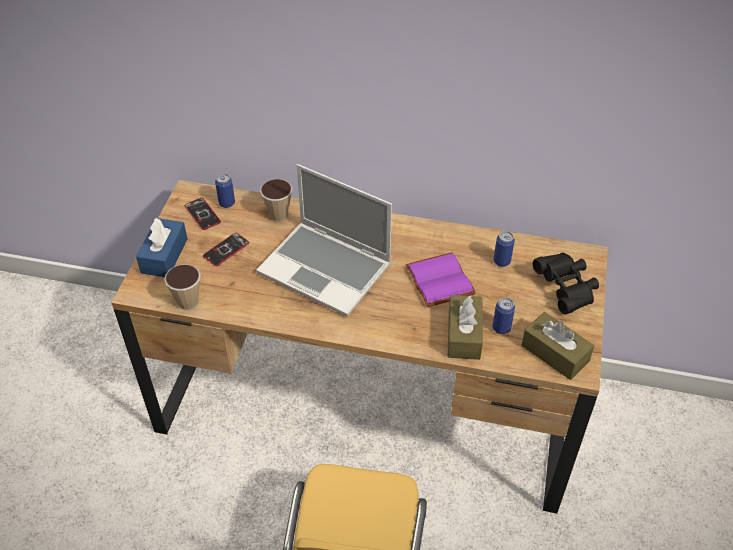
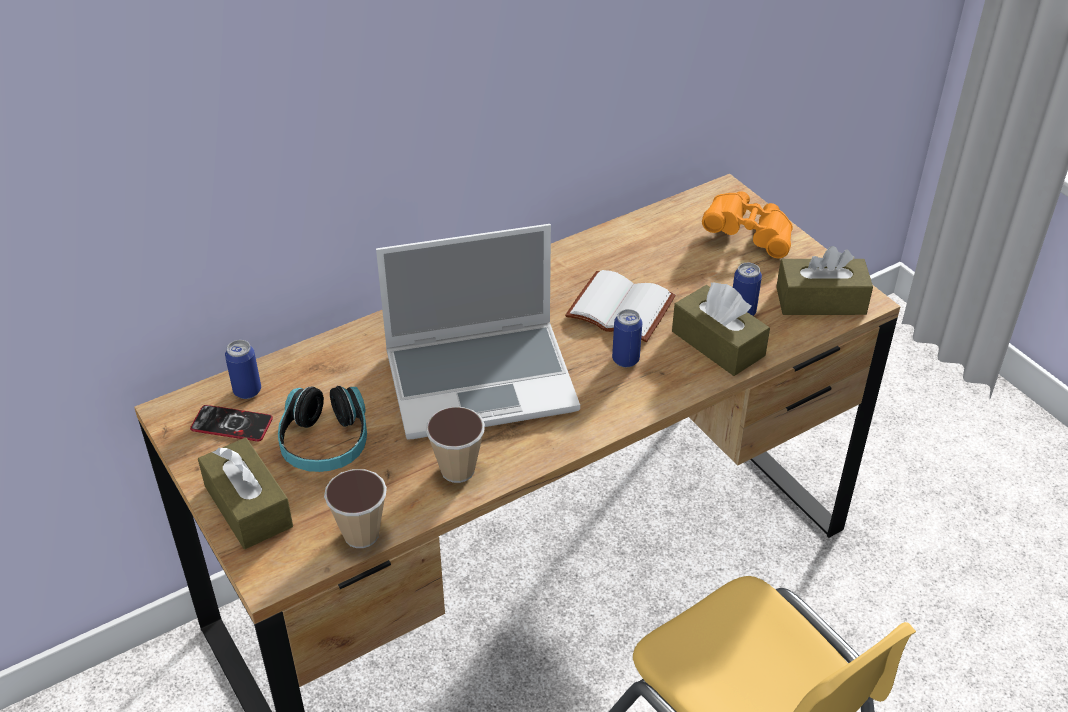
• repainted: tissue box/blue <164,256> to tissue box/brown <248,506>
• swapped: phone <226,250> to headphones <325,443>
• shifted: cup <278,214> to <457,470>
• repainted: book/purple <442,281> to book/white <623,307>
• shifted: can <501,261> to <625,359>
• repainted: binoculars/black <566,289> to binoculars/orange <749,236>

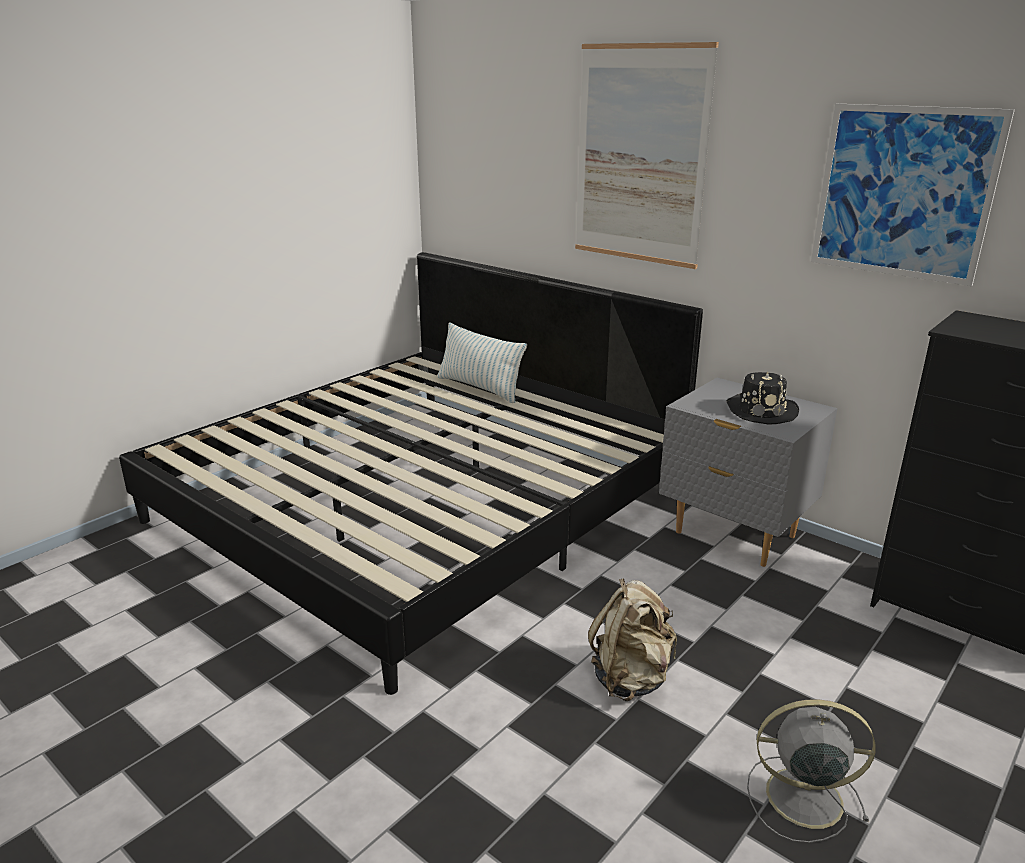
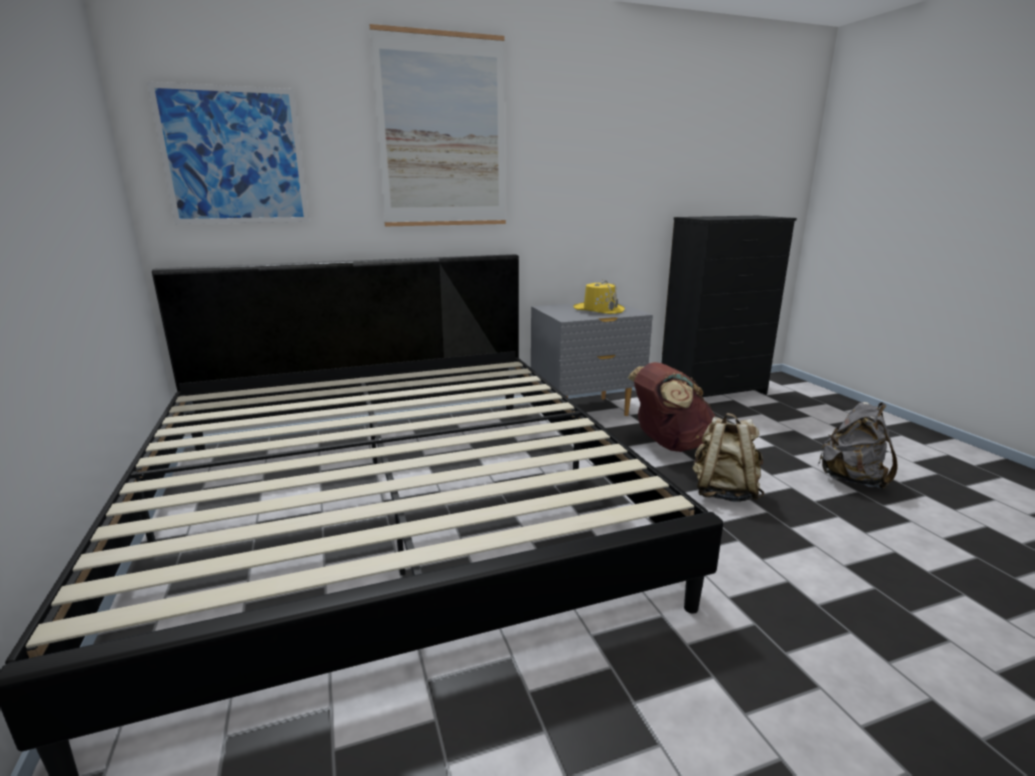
• gone: pillow <480,388>
• repainted: hat/black <761,410> to hat/yellow <598,310>
• swapped: fan/grey <800,797> to backpack/grey <852,479>
• shifted: picture <903,193> to <234,156>
• new: backpack/brown <668,445>

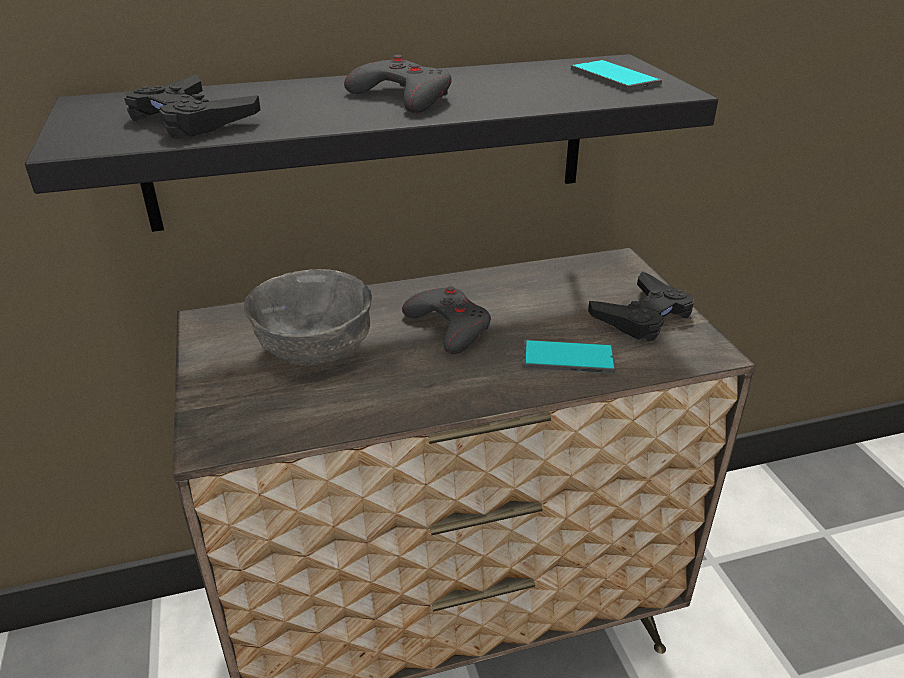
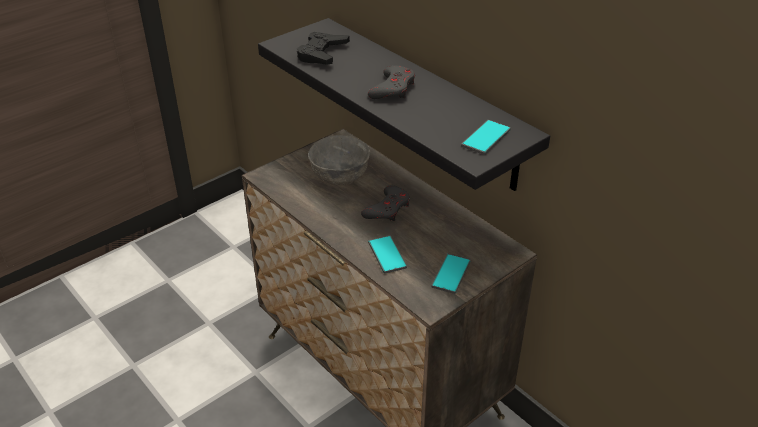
• swapped: game controller/black <643,315> to phone <451,274>

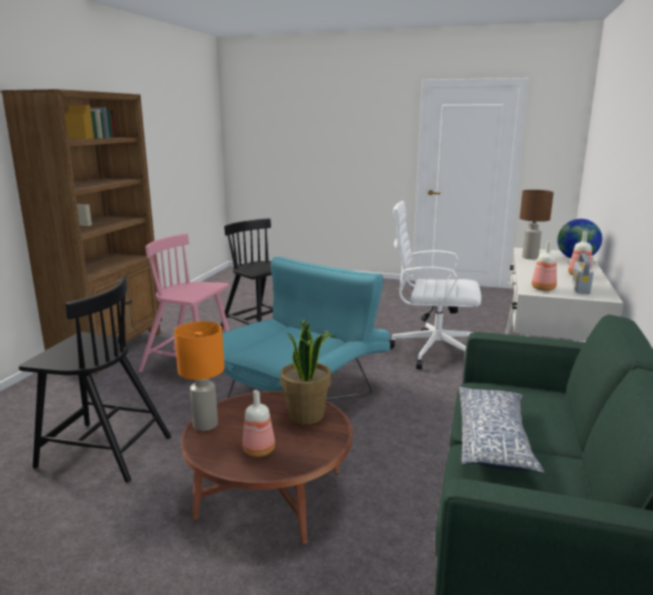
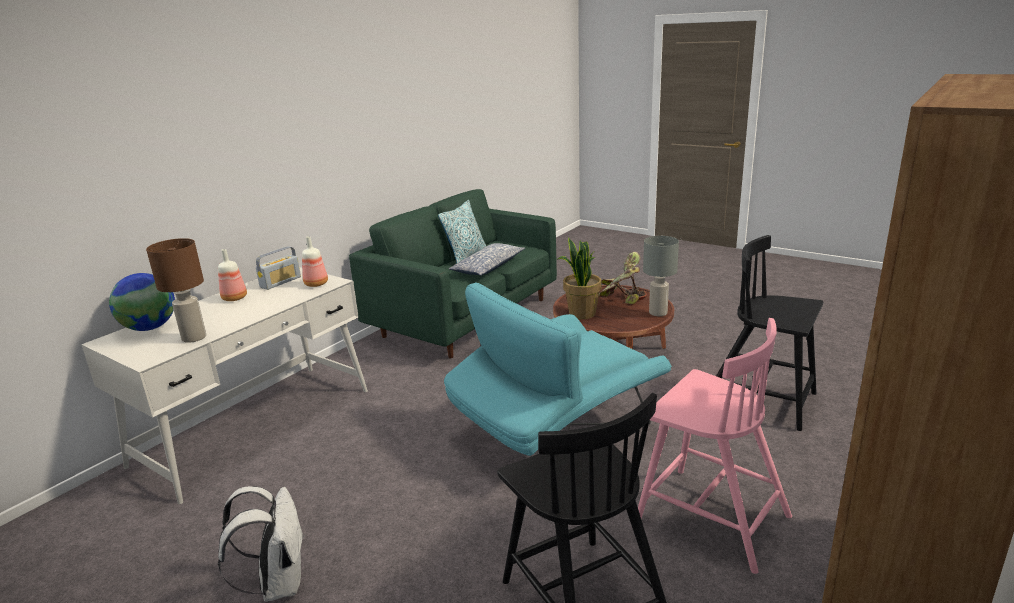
• repainted: table lamp/orange <204,425> to table lamp/grey <658,313>
• swapped: bottle <258,450> to potted plant <620,299>
• gone: office chair/white <432,351>
• new: backpack/white <278,583>
• new: pillow <465,256>

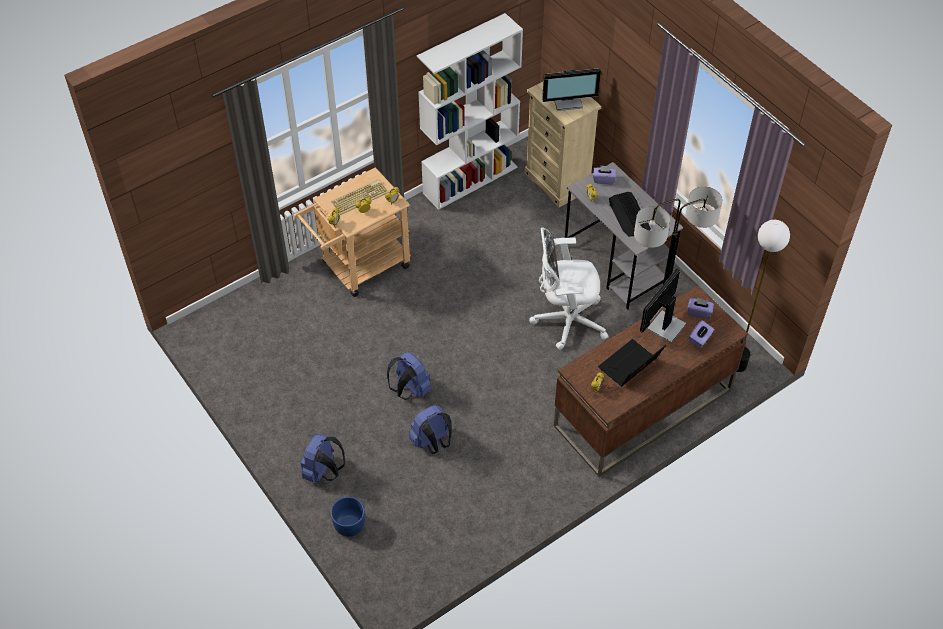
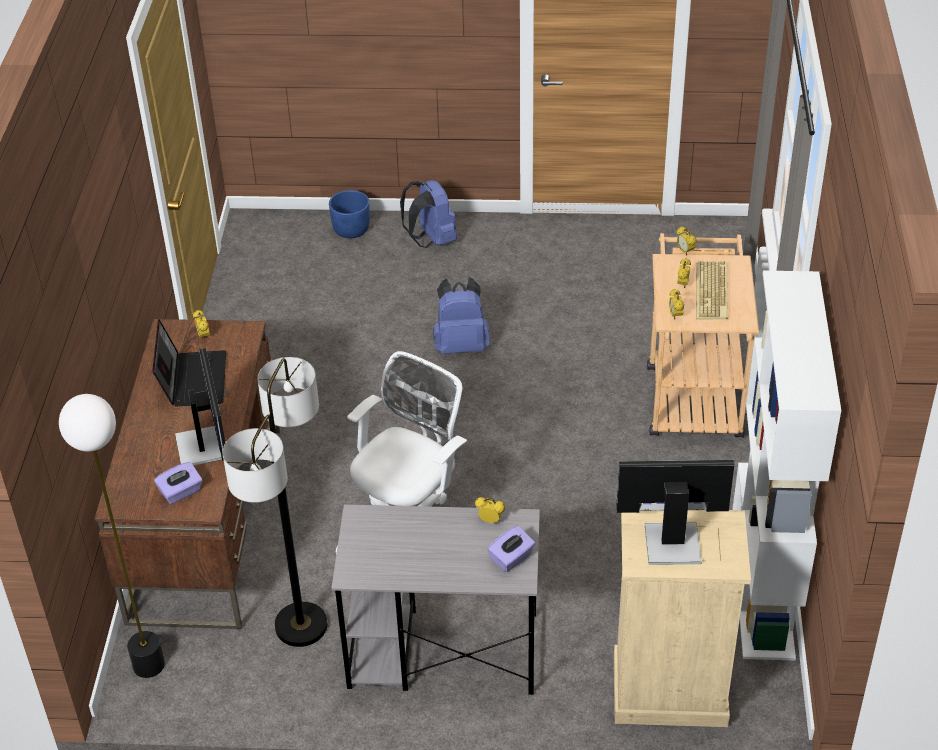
• gone: backpack/blue <432,442>
• rotated: monitor <568,101> = <671,542> 60 degrees clockwise
• gone: keyboard <629,215>
• gone: tissue box/purple <700,339>

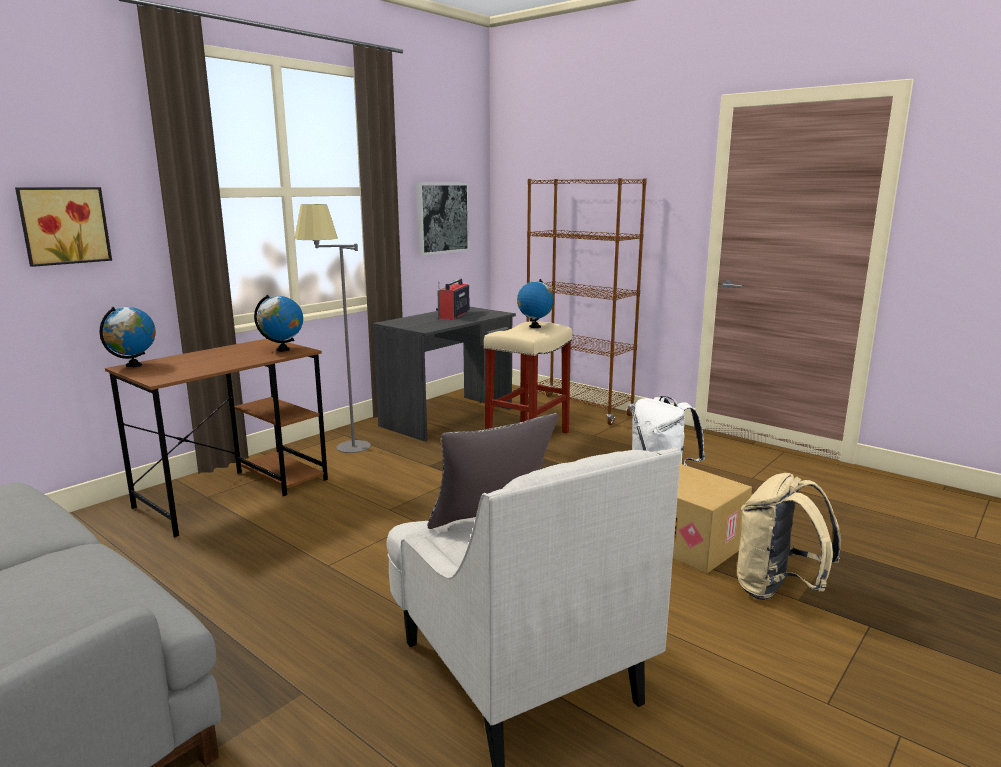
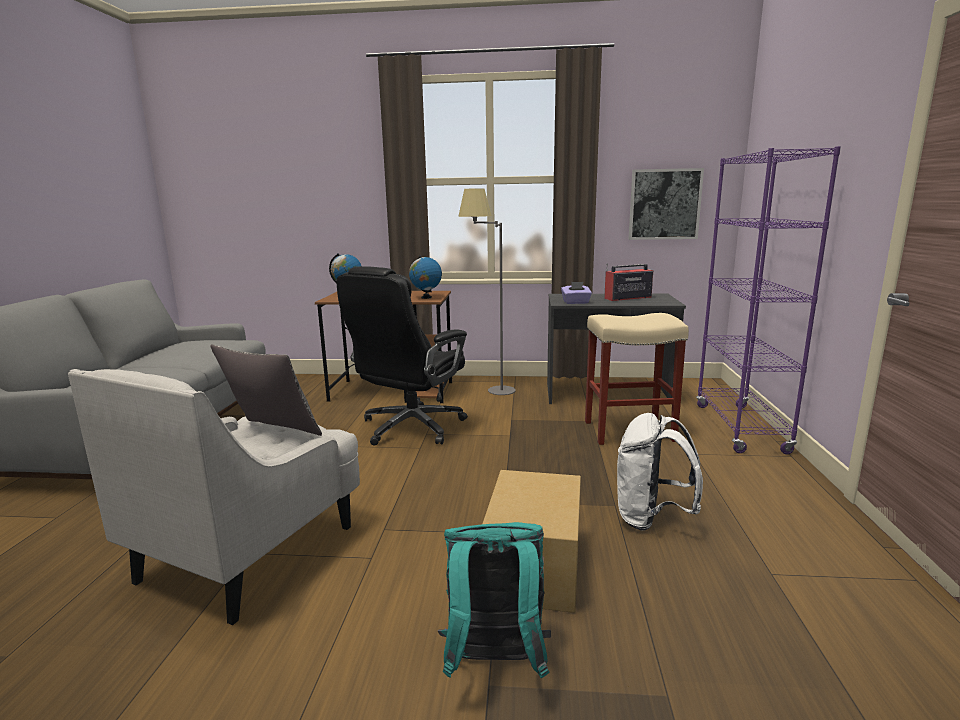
• gone: picture <64,225>
• gone: globe <535,327>
• repainted: bookcase/brown <578,410> to bookcase/purple <740,428>
• repainted: backpack/beige <777,590> to backpack/turquoise <494,662>
• new: office chair/black <410,427>
• new: tissue box/purple <576,302>

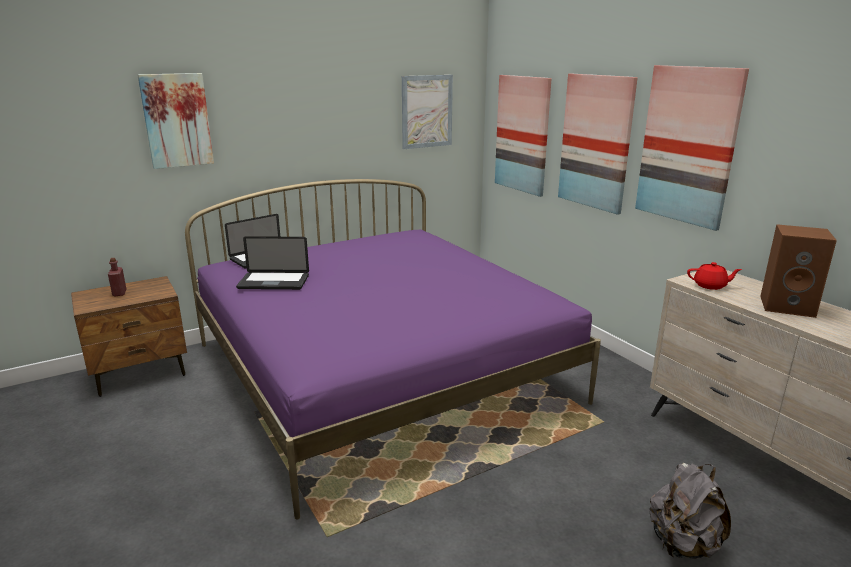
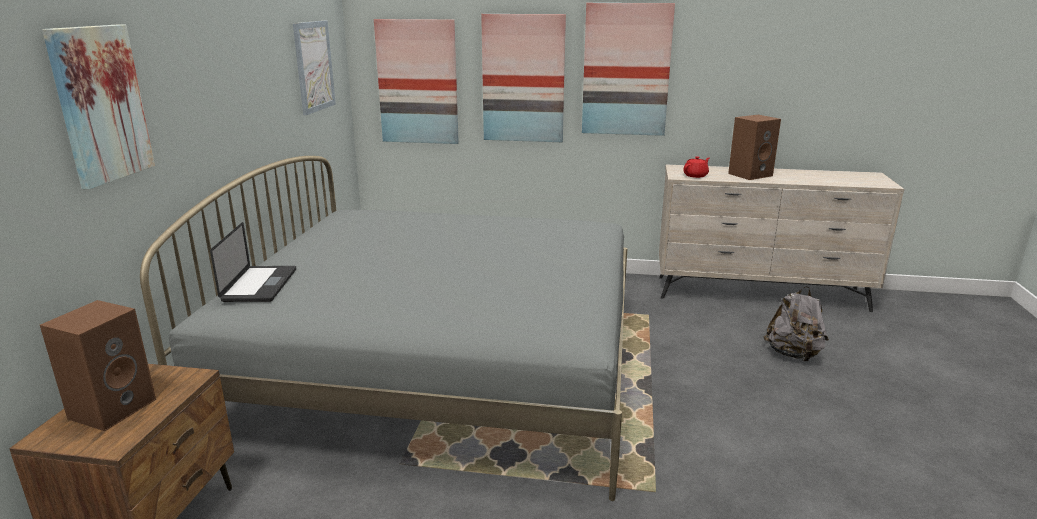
• swapped: bottle/red <119,293> to speaker/brown <113,407>
• repainted: bed/purple <380,372> to bed/grey <441,366>
• gone: laptop <273,282>

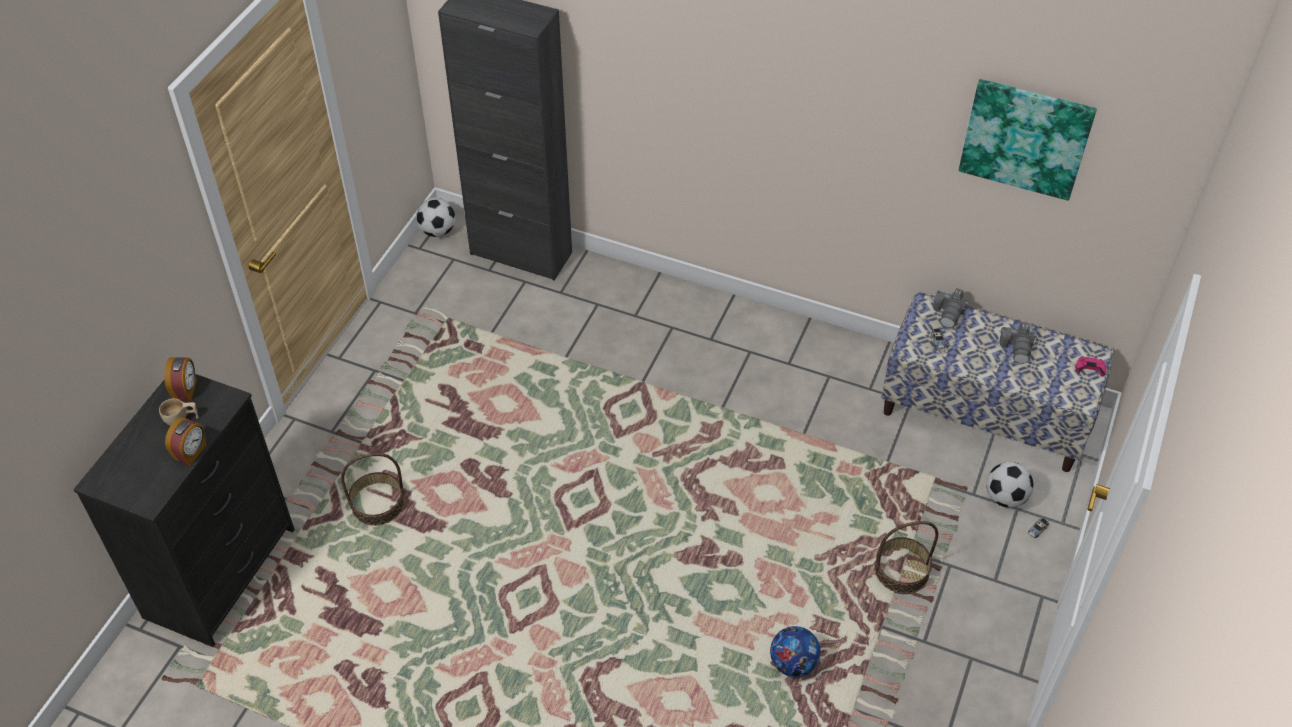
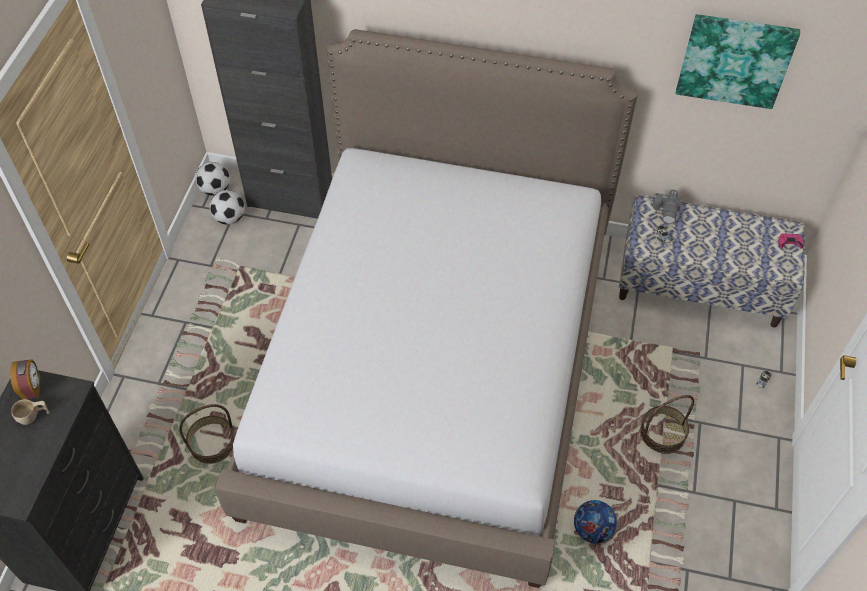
• gone: alarm clock <191,452>
• shifted: football <1005,498> to <230,218>
• gone: photo camera <1017,348>
• new: bed <434,369>

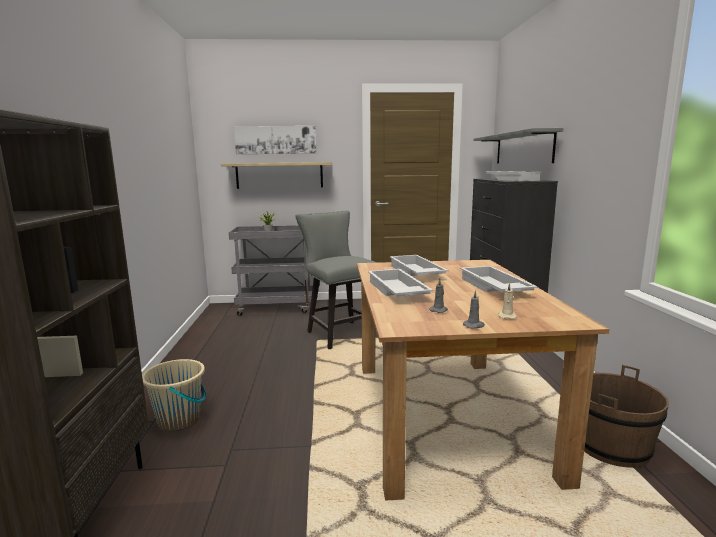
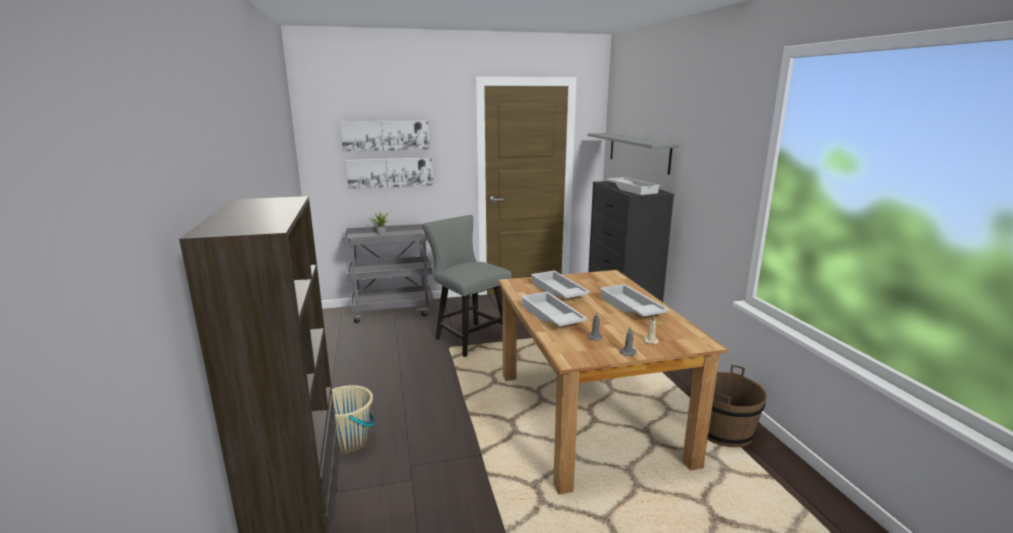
• swapped: shelf <279,175> to picture <390,172>

